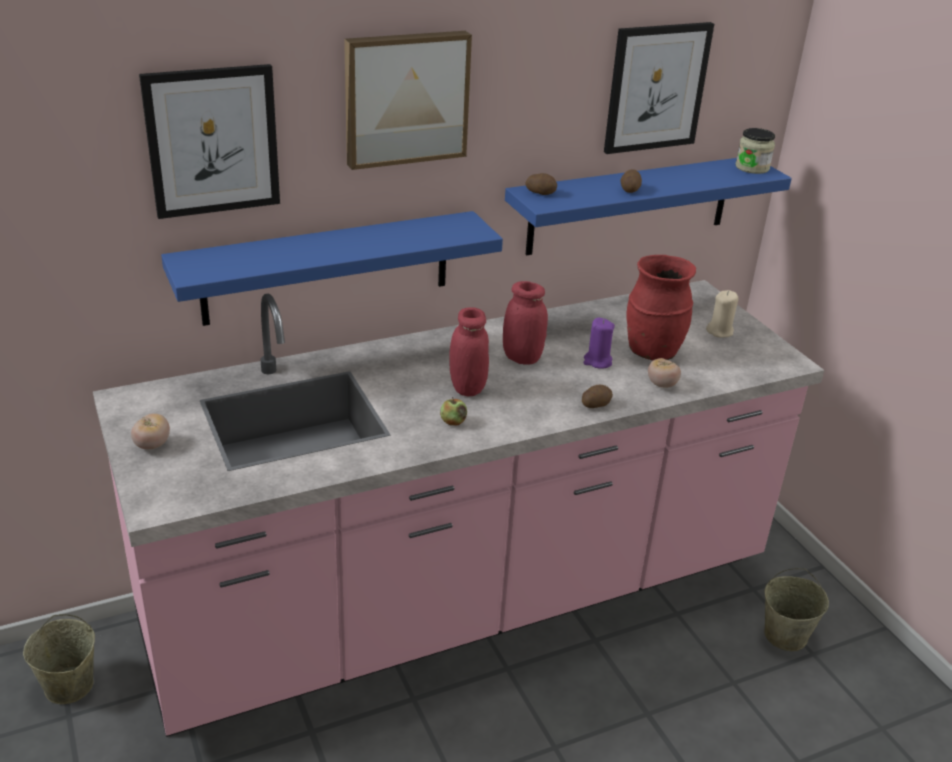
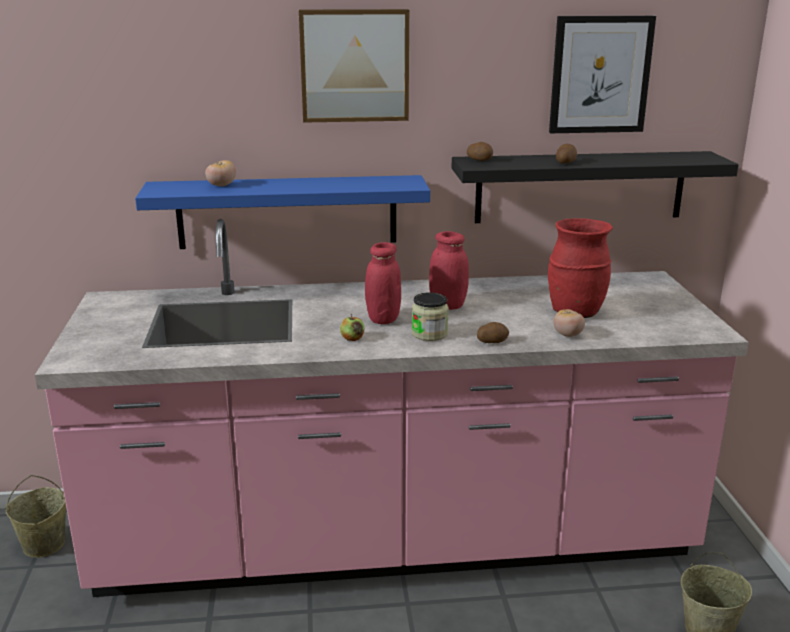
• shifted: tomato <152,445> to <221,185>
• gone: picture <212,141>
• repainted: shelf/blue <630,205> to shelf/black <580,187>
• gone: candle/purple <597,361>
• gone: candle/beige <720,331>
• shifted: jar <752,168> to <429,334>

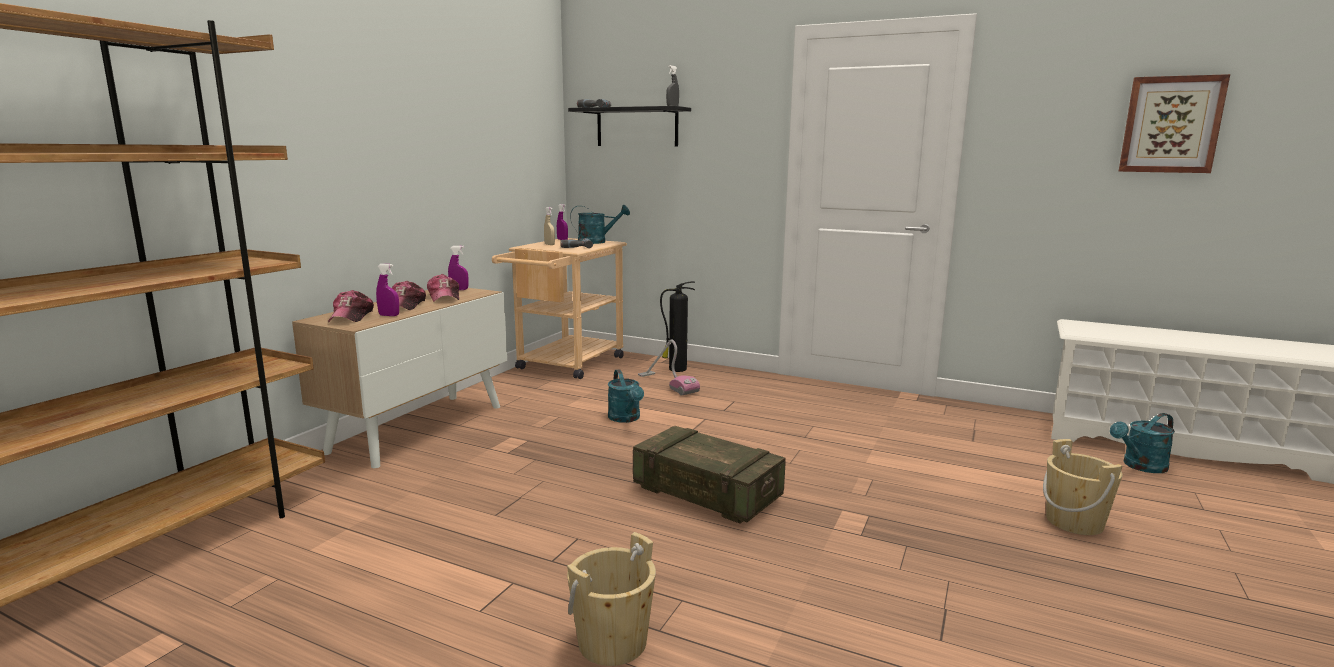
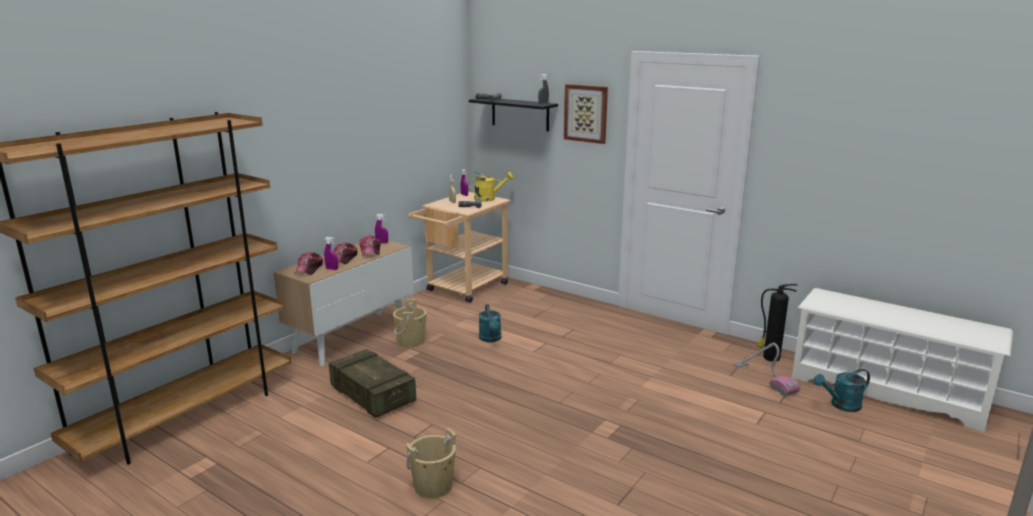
• repainted: watering can/turquoise <597,242> to watering can/yellow <489,199>
• shifted: crate <707,493> to <372,396>
• shifted: vacuum cleaner <667,384> to <764,379>
• shifted: fire extinguisher <676,369> to <770,357>
• shifted: bucket/beige <1074,522> to <411,341>
• shifted: picture <1171,125> to <586,113>

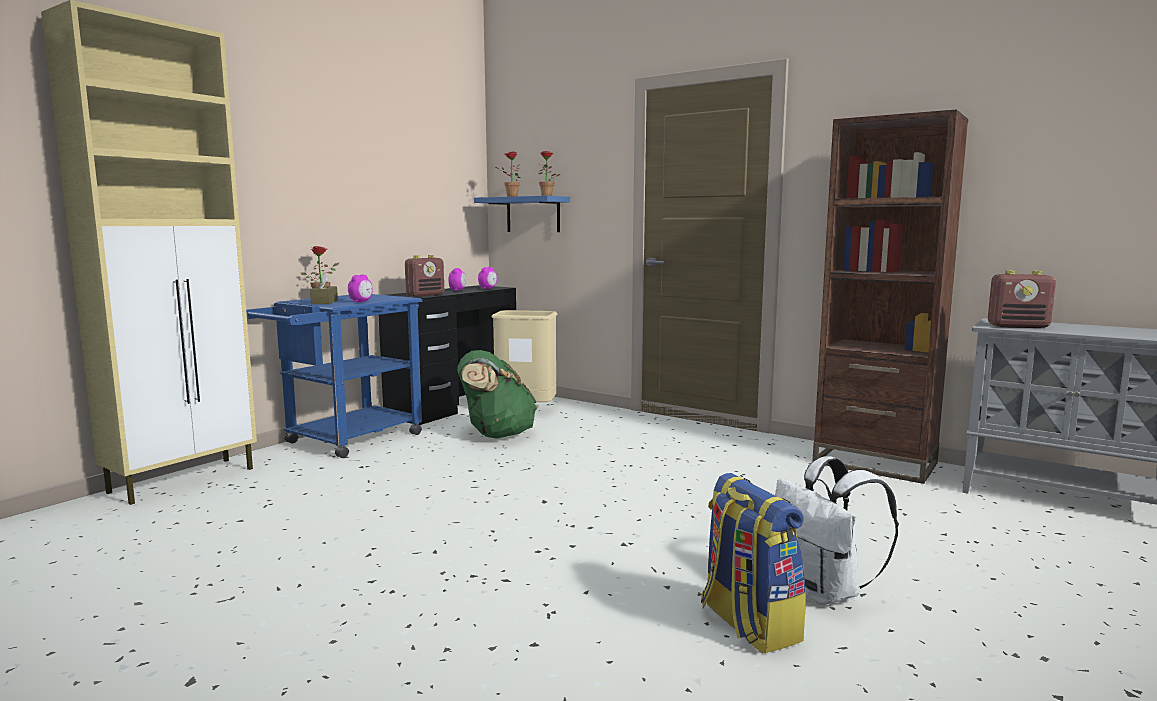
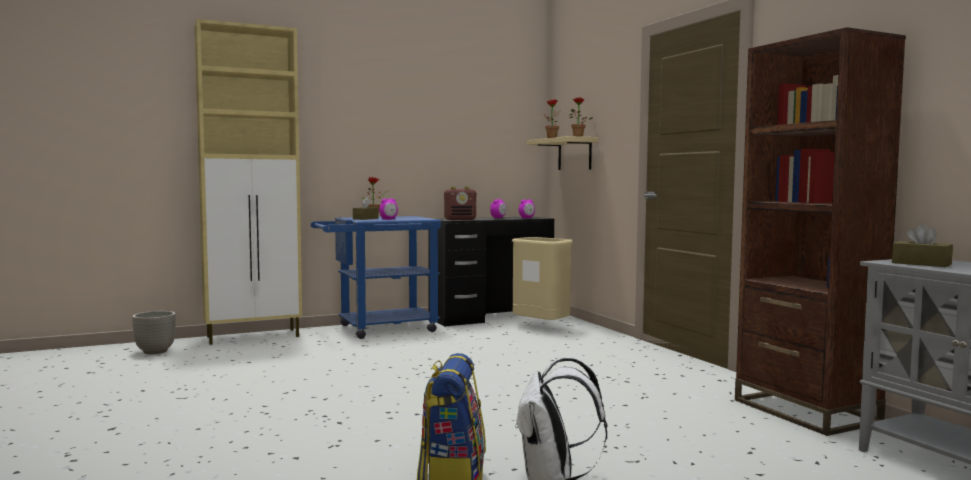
• gone: backpack/green <496,434>
• repainted: shelf/blue <533,214> to shelf/beige <574,154>
• swapped: radio <1018,326> to tissue box/brown <921,264>
• new: planter <155,351>

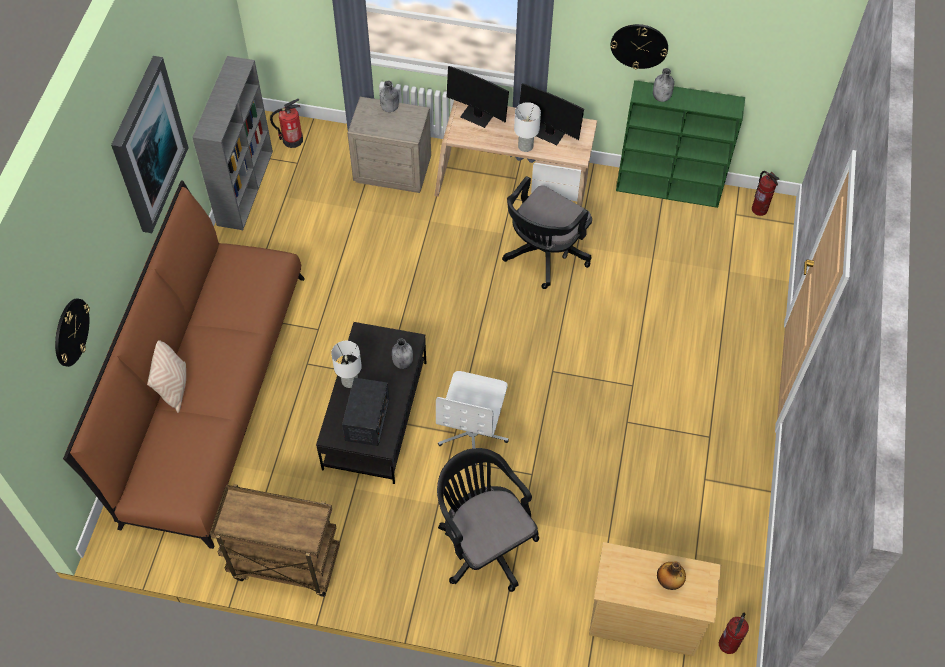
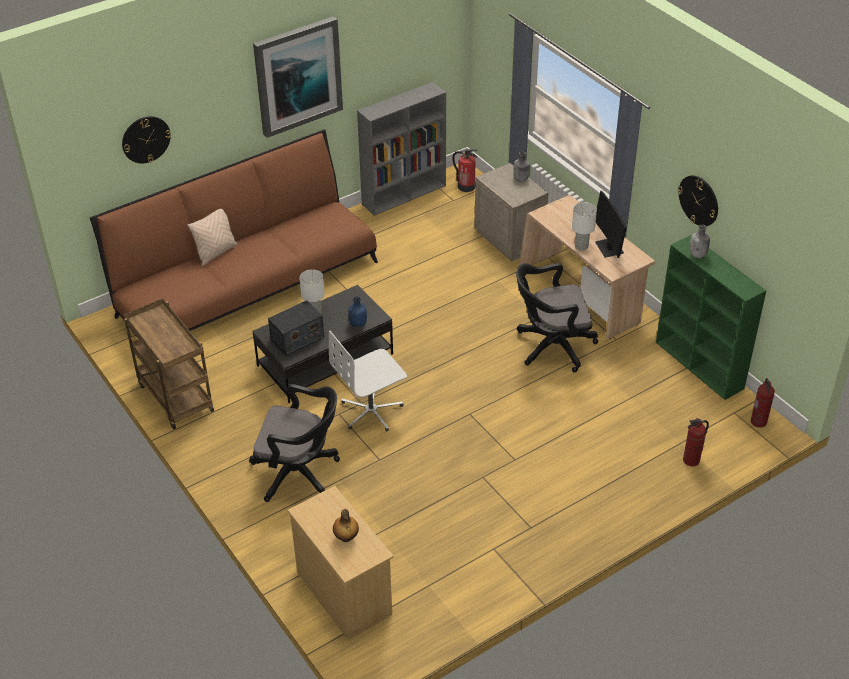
• repainted: bottle/grey <402,362> to bottle/blue <358,324>
• rotated: office chair/black <484,543> = <300,473> 90 degrees clockwise
• gone: monitor <478,115>
• shifted: fire extinguisher <728,644> to <691,460>

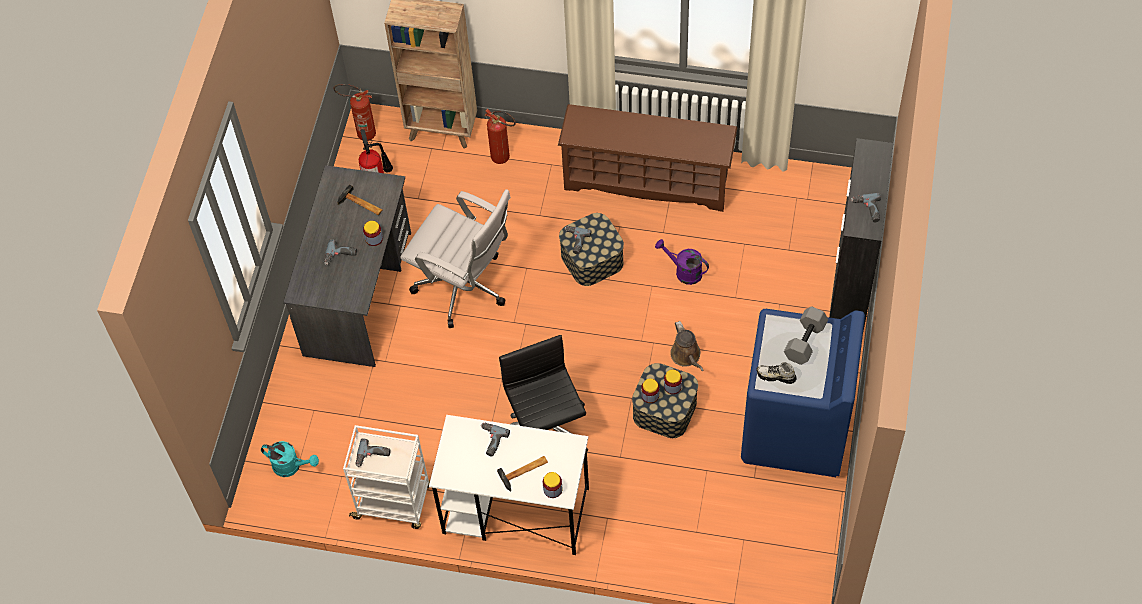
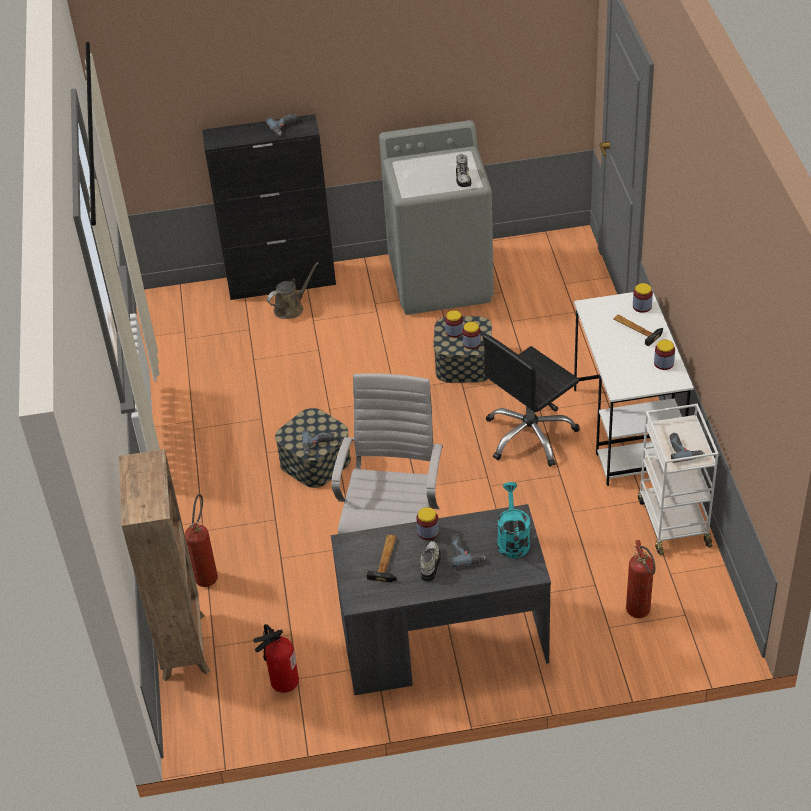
• shifted: watering can/turquoise <291,466> to <512,539>
• shifted: fire extinguisher <361,133> to <640,614>
• gone: power drill <490,441>
• gone: shoe rack/brown <648,180>
• gone: watering can/purple <684,271>
• shifted: watering can/brown <686,356> to <291,308>
• repainted: washing machine/blue <795,429> to washing machine/grey <441,280>
• gone: dumbbell/grey <804,340>
• new: shoe <430,564>
• new: jar <663,363>

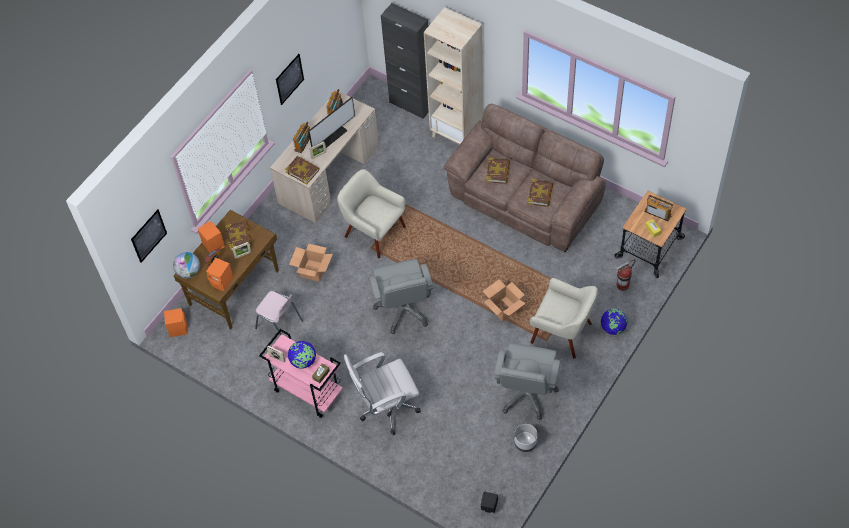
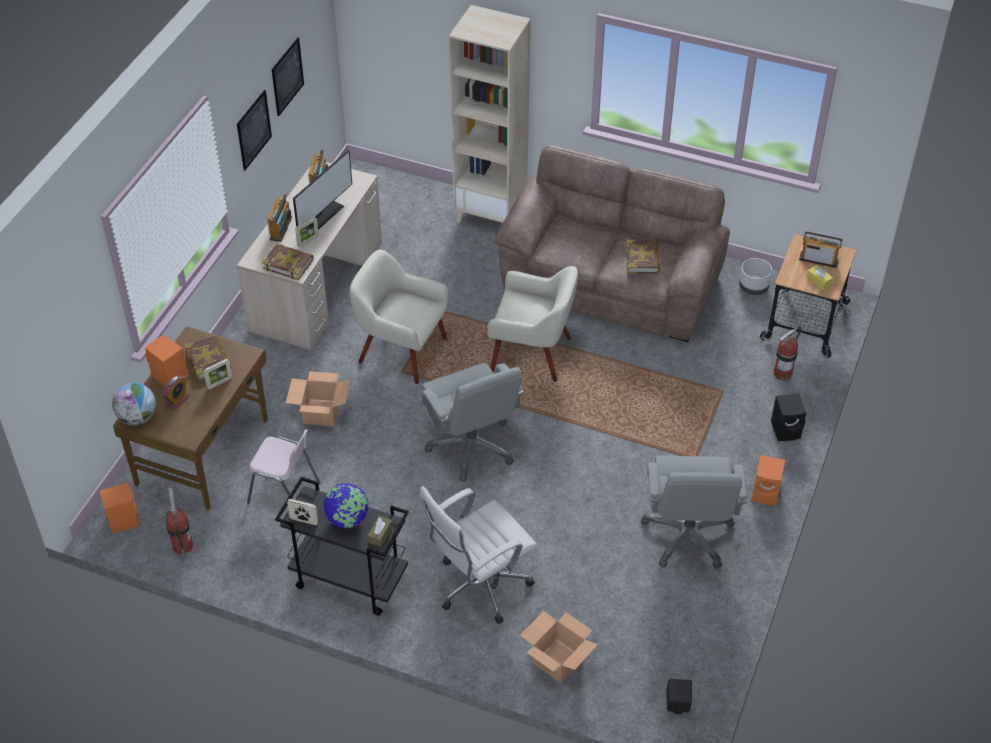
• shifted: picture <148,236> to <287,76>
• shifted: speaker/orange <222,282> to <766,493>
• repainted: cart/pink <307,391> to cart/black <348,580>
• gone: cabinet/black <411,104>
• shifted: cardboard box <504,309> to <558,661>
• gone: book <498,172>
• shifted: planter/grey <525,443> to <753,288>
• shifted: armchair/beige <562,332> to <532,353>
• swapped: globe <613,328> to speaker/black <786,430>
• new: fire extinguisher <182,546>

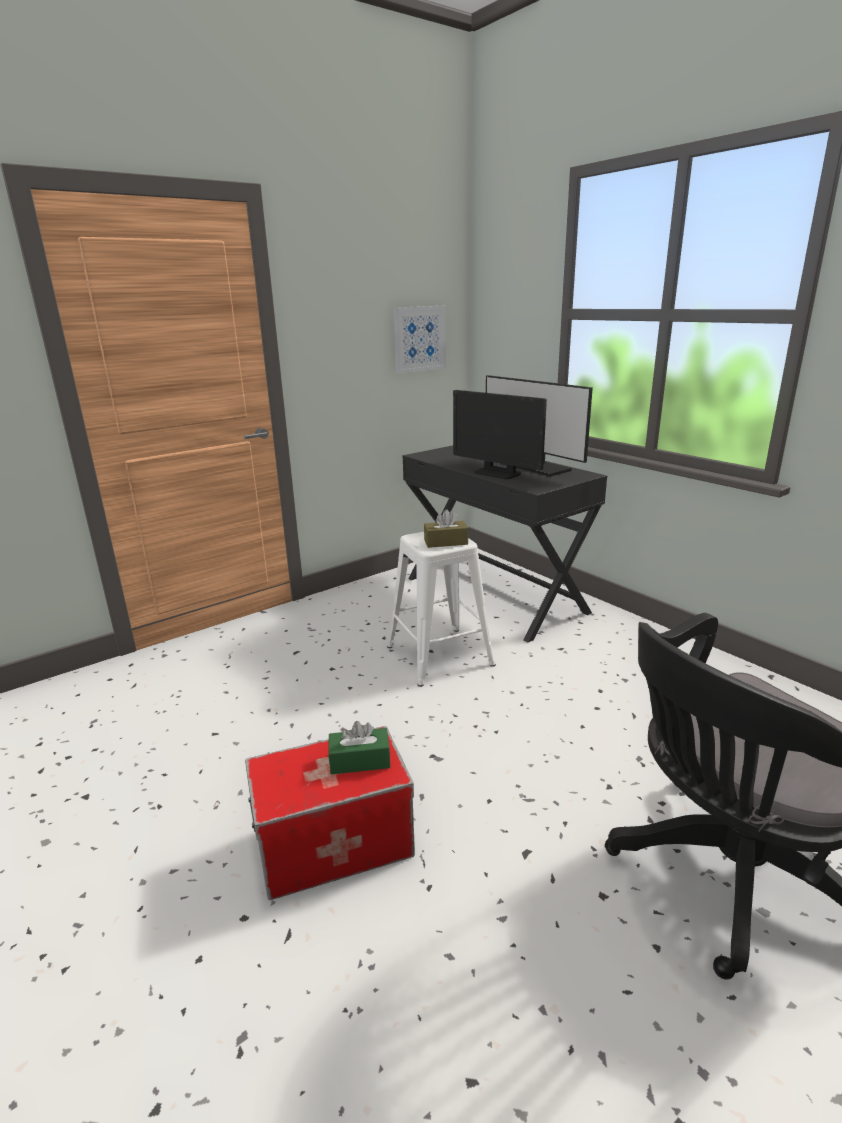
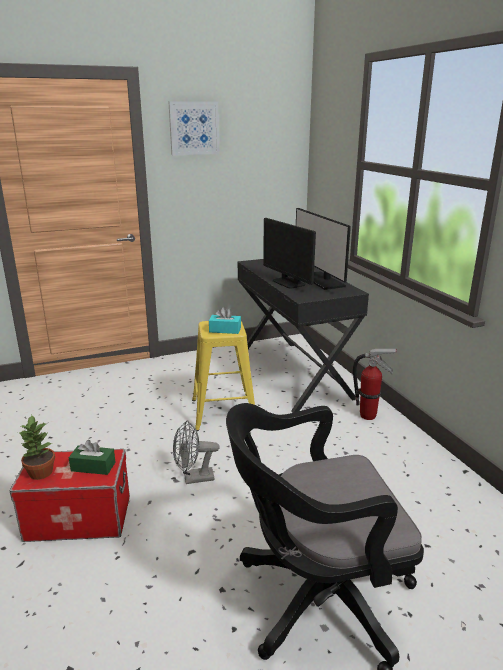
• repainted: stool/white <438,655> to stool/yellow <222,411>
• shifted: picture <419,339> to <194,128>
• repainted: tissue box/brown <446,542> to tissue box/turquoise <225,330>
• new: potted plant <40,473>
• new: fan/grey <193,478>
• new: fire extinguisher <368,416>

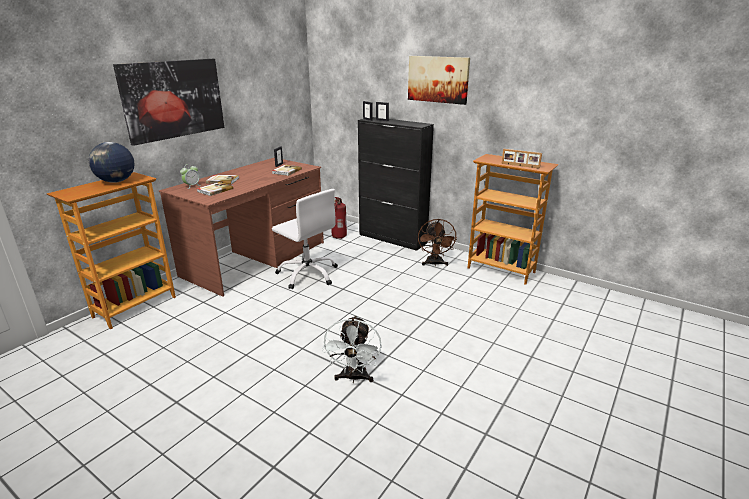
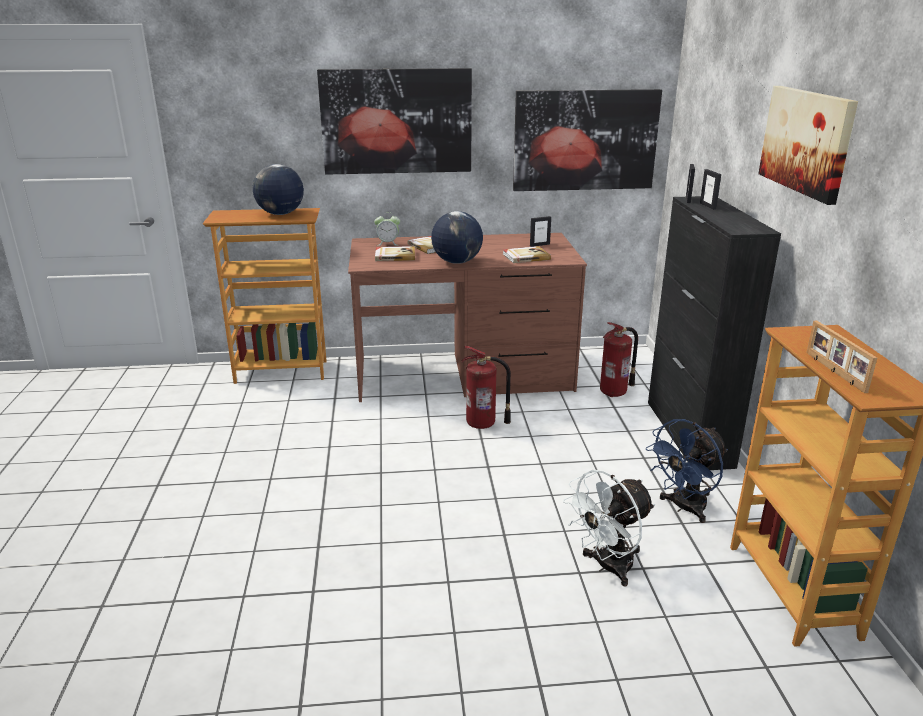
• swapped: office chair/white <308,274> to fire extinguisher <483,424>
• shifted: fan/white <354,378> to <607,567>
• repainted: fan/brown <434,264> to fan/blue <684,508>
• new: globe <456,262>
• new: picture <585,140>

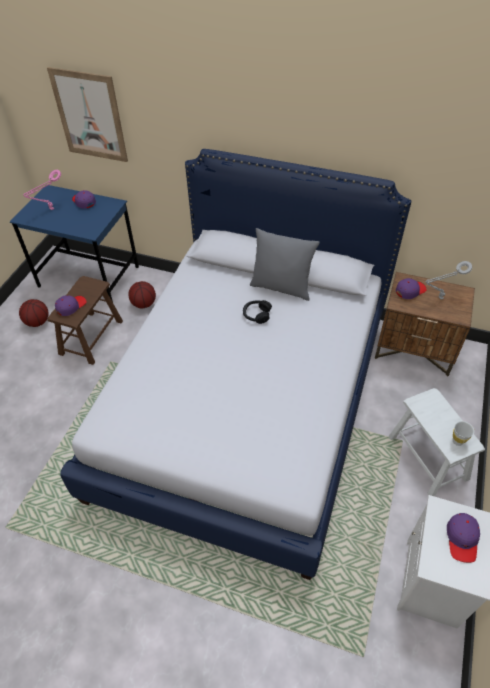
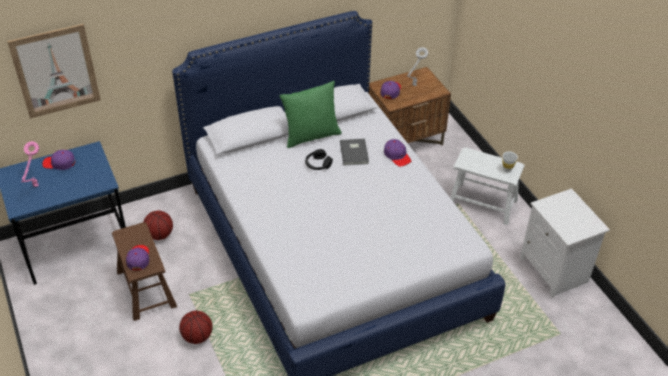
• shifted: basketball <37,322> to <197,336>
• repainted: pillow/grey <281,287> to pillow/green <311,136>
• shifted: cap/purple <462,539> to <397,156>
• new: book/grey <355,152>

